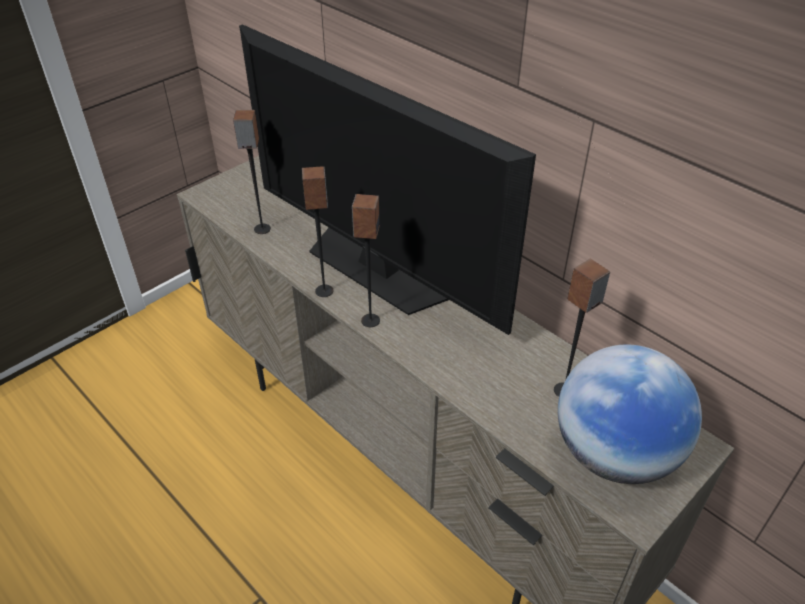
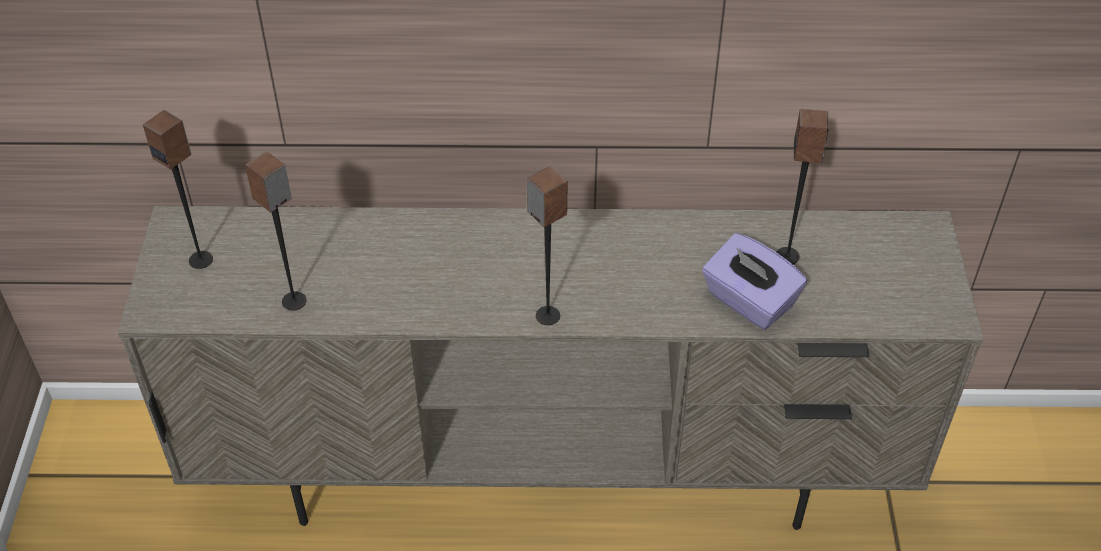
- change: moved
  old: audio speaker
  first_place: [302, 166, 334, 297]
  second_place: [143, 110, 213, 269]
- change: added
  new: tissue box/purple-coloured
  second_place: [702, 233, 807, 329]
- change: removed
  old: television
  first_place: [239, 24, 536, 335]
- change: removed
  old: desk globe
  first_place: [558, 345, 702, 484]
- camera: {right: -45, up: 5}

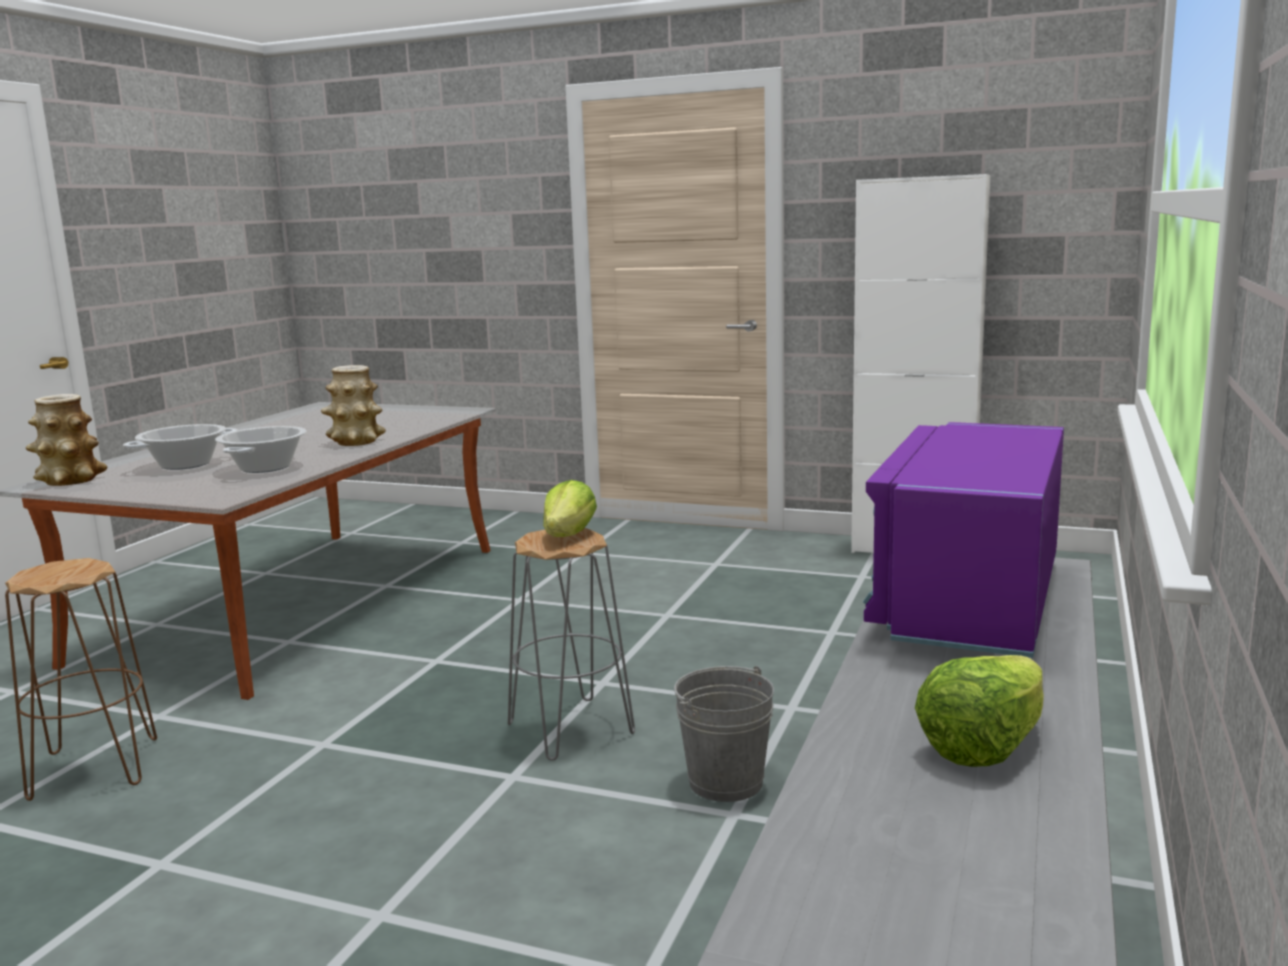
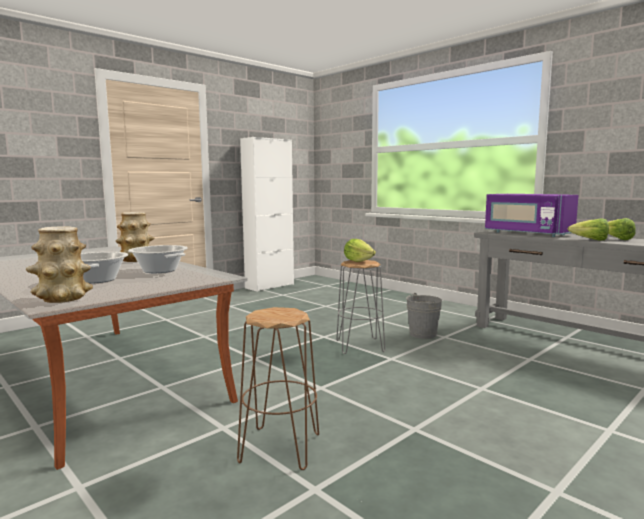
- change: added
  new: lettuce
  second_place: [568, 218, 609, 241]
- camera: {right: -65, up: -5}

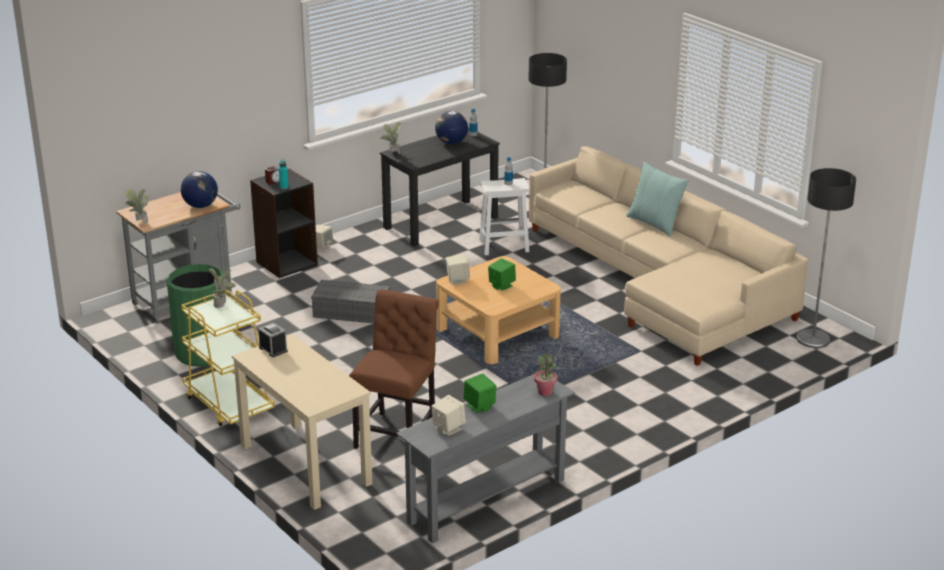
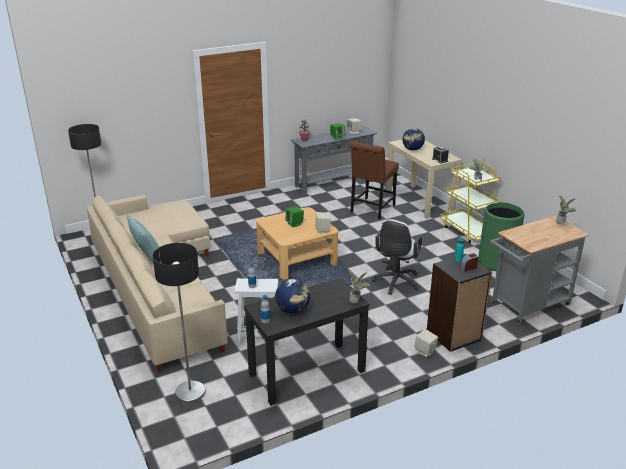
- change: replaced
  old: storage bin/greyish
  new: computer chair/whitish
  first_place: [311, 280, 390, 323]
  second_place: [371, 219, 422, 295]
- change: moved
  old: desk globe
  first_place: [181, 171, 218, 208]
  second_place: [402, 128, 425, 151]
- camera: {right: -170, up: 0}

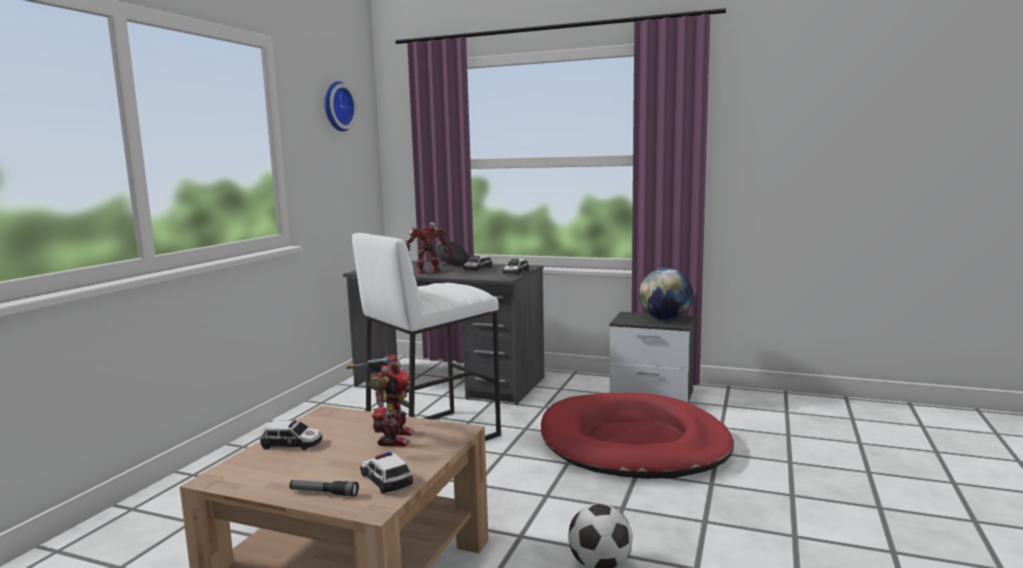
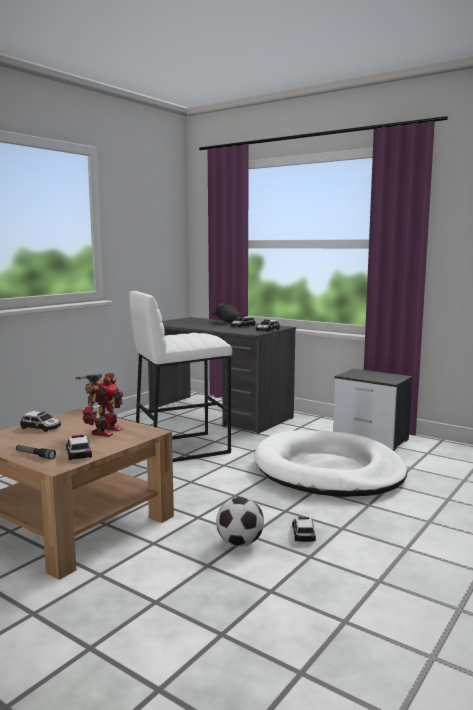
- change: recoloured
  old: dog cushion/red
  new: dog cushion/whitish
  first_place: [541, 393, 734, 479]
  second_place: [254, 430, 408, 497]
- change: added
  new: miniature car
  second_place: [292, 517, 316, 542]
- change: removed
  old: clock on the wall
  first_place: [324, 81, 357, 132]
- change: removed
  old: toy robot
  first_place: [405, 222, 453, 274]
- change: removed
  old: desk globe
  first_place: [639, 268, 693, 320]
- camera: {right: 15, up: 0}

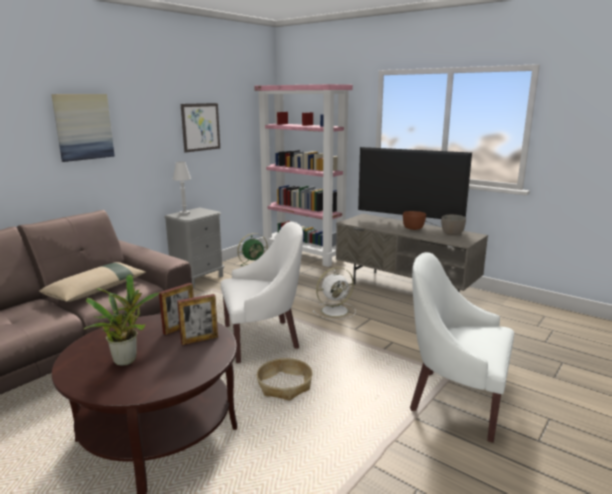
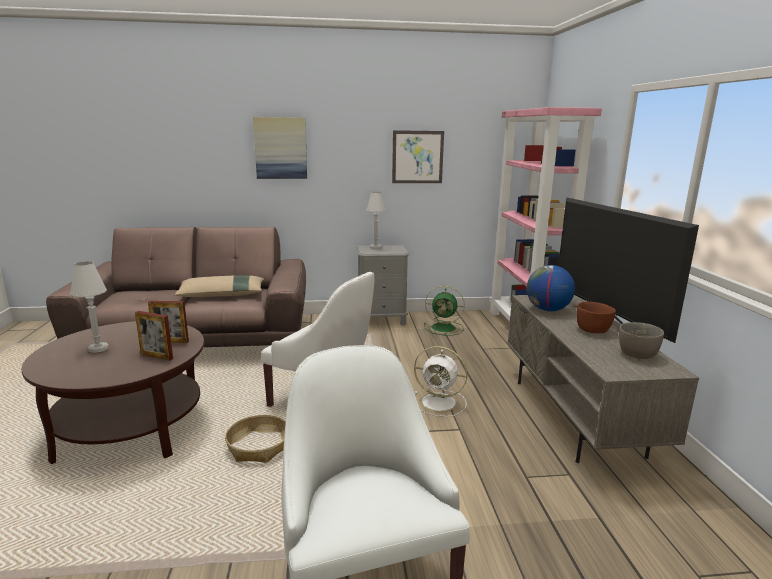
- change: replaced
  old: potted plant
  new: tabletop lamp/whitish
  first_place: [84, 274, 160, 366]
  second_place: [70, 261, 109, 353]
- change: added
  new: desk globe
  second_place: [526, 265, 575, 312]
- camera: {right: 45, up: 0}

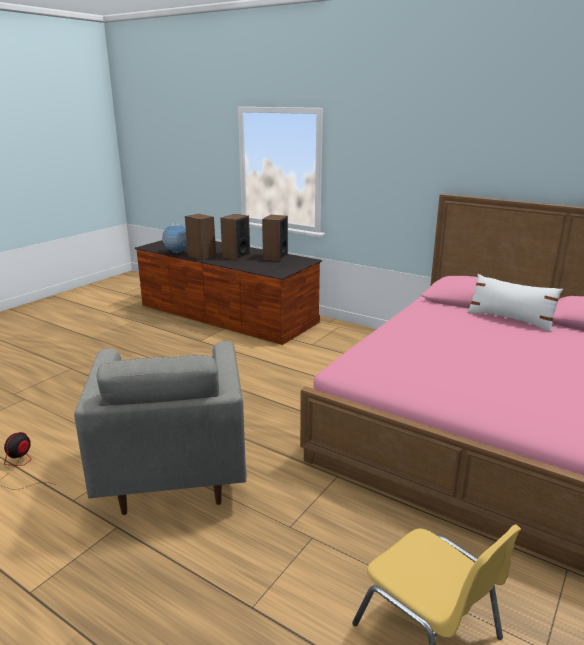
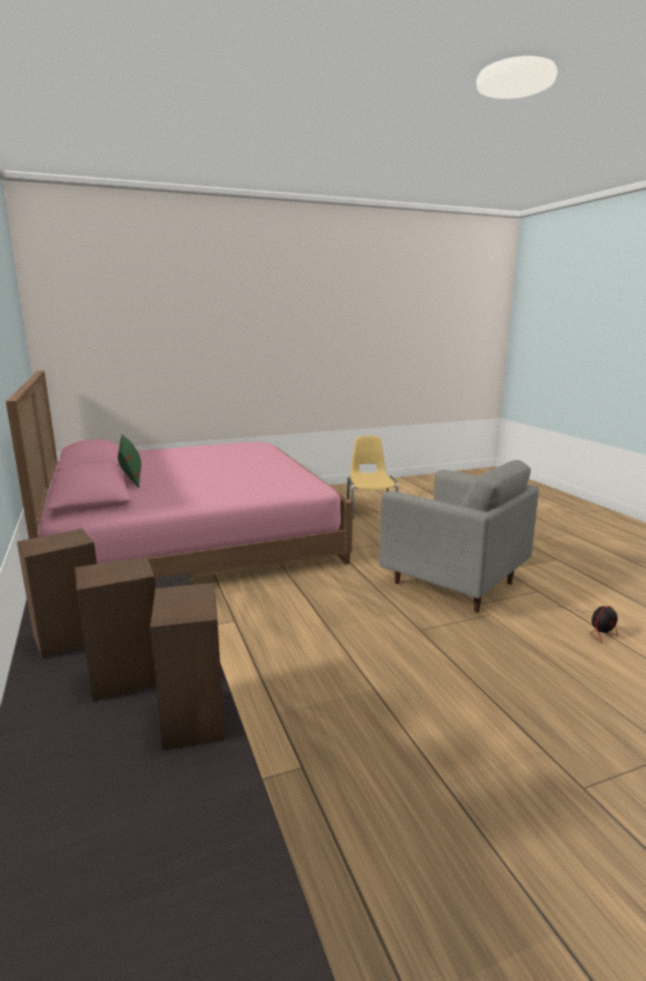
- change: recoloured
  old: cushion/whitish
  new: cushion/greenish
  first_place: [467, 274, 563, 332]
  second_place: [118, 434, 141, 488]
- change: turned
  old: easy chair/greyish
  first_place: [74, 341, 247, 515]
  second_place: [380, 460, 539, 612]
  degrees: 105
- change: removed
  old: desk globe
  first_place: [162, 223, 187, 253]
- camera: {right: -145, up: -5}

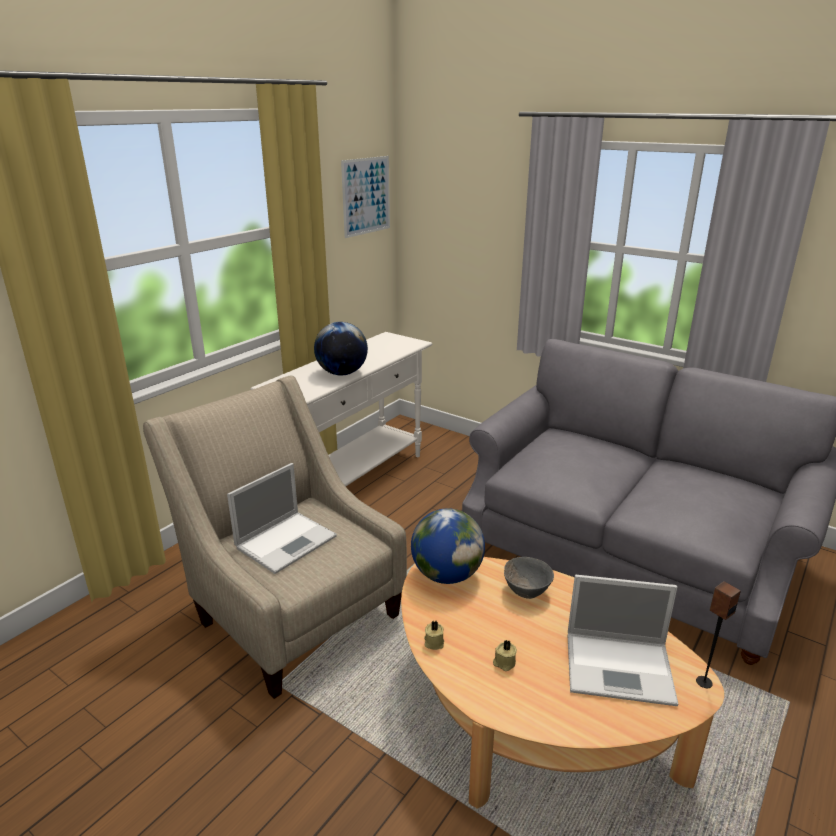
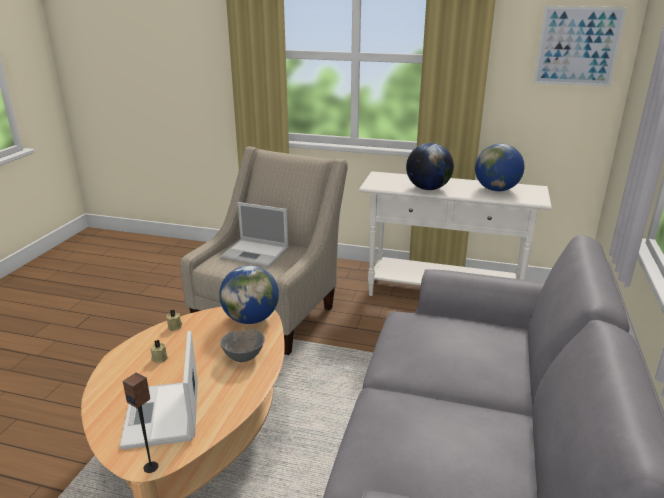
- change: added
  new: desk globe
  second_place: [475, 144, 524, 191]
- camera: {right: 70, up: 0}

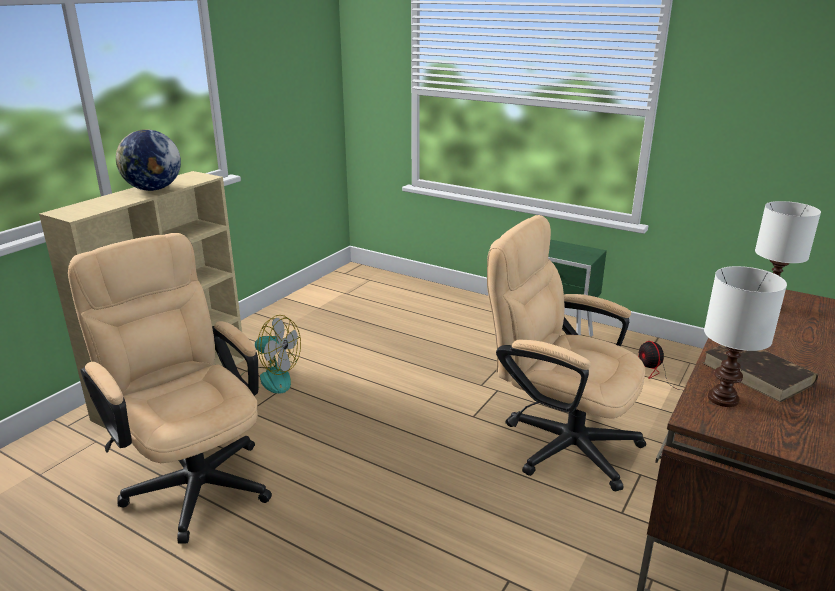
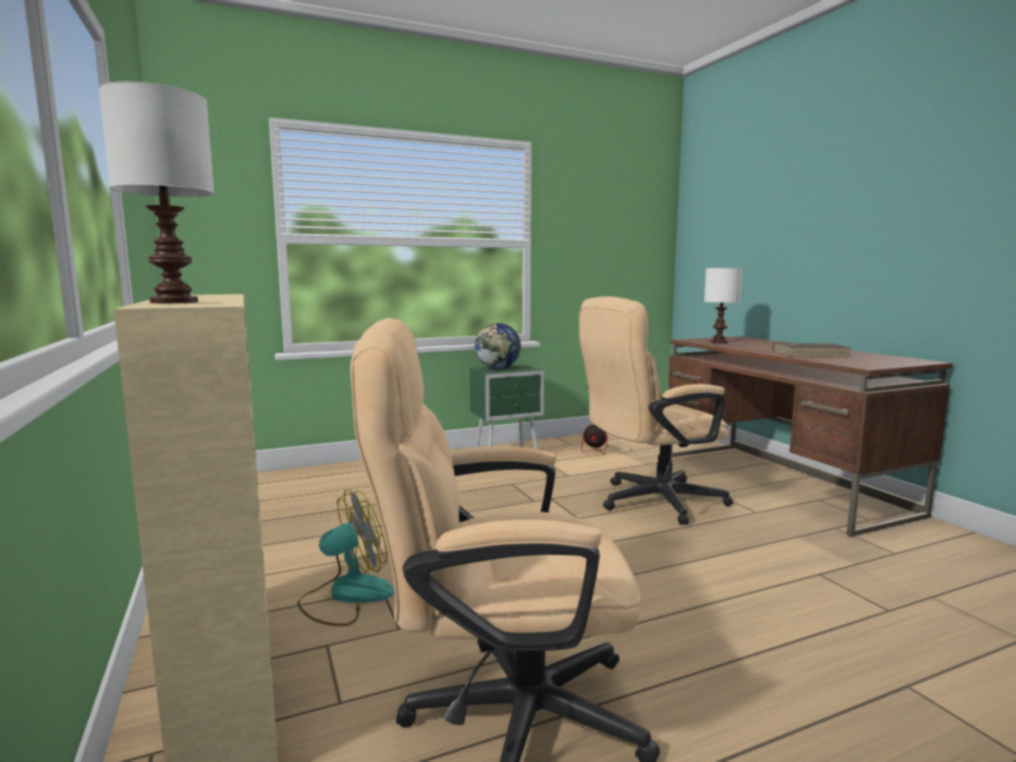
- change: moved
  old: tabletop lamp/whitish
  first_place: [704, 266, 787, 407]
  second_place: [99, 81, 214, 303]
- change: moved
  old: desk globe
  first_place: [116, 129, 181, 191]
  second_place: [475, 323, 521, 369]
- camera: {right: -55, up: -15}

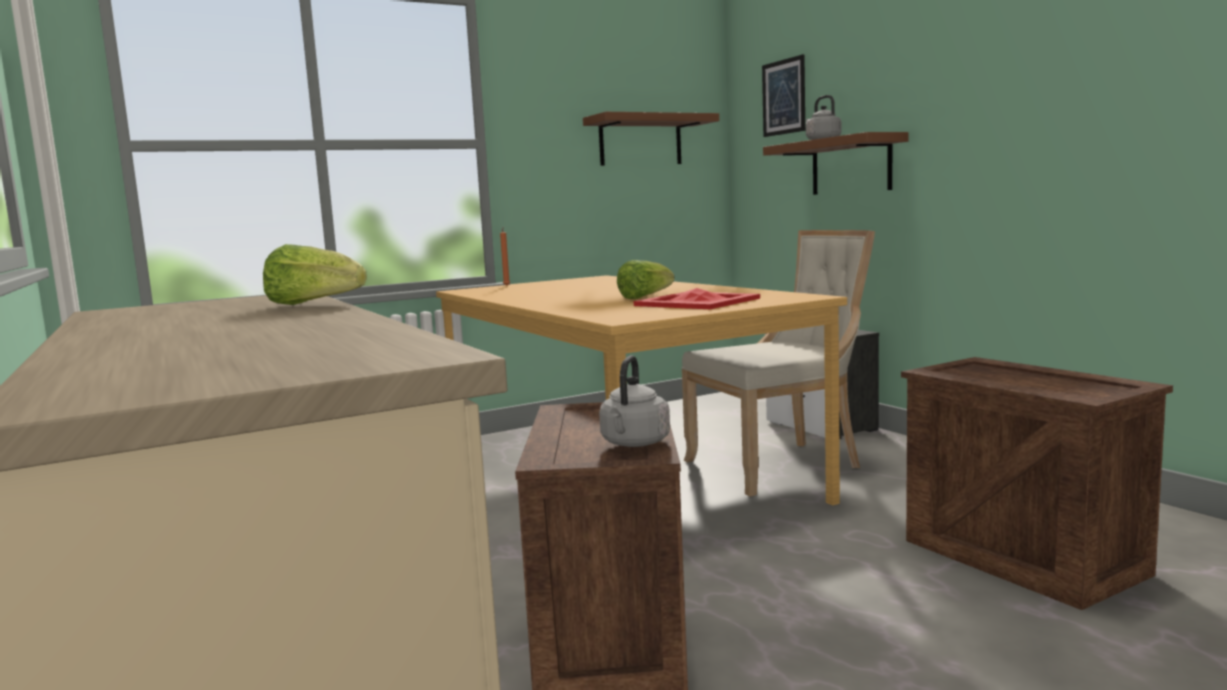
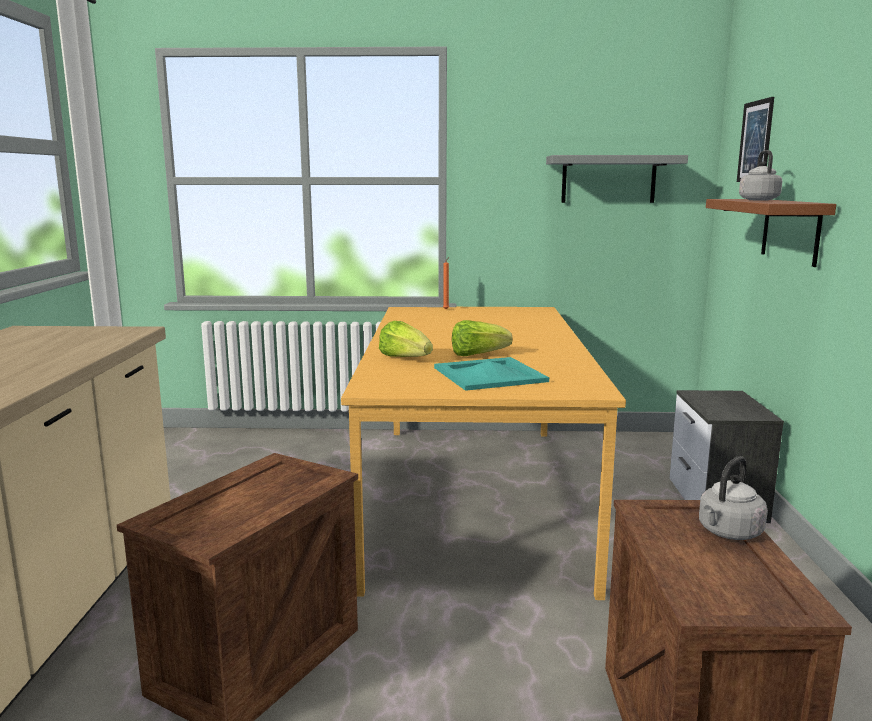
- change: moved
  old: lettuce
  first_place: [263, 244, 367, 305]
  second_place: [379, 321, 433, 357]
- change: recoloured
  old: tray/red
  new: tray/turquoise
  first_place: [634, 288, 760, 309]
  second_place: [434, 357, 549, 391]
- change: recoloured
  old: wall shelf/brown
  new: wall shelf/greyish
  first_place: [583, 112, 719, 166]
  second_place: [546, 155, 688, 203]
- change: moved
  old: tea kettle/greyish
  first_place: [599, 355, 670, 447]
  second_place: [699, 456, 768, 540]
- change: removed
  old: upright chair/beige-coloured
  first_place: [681, 230, 875, 496]
- camera: {right: 30, up: 5}

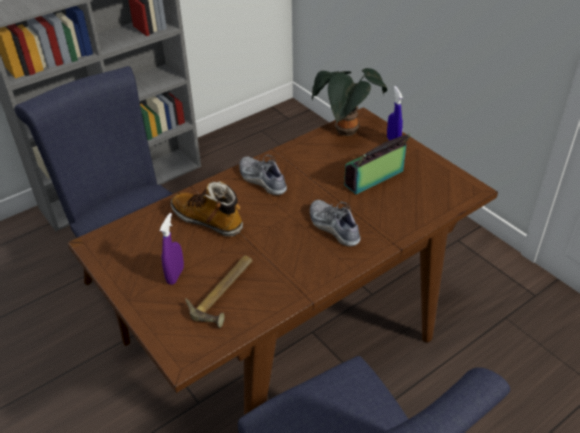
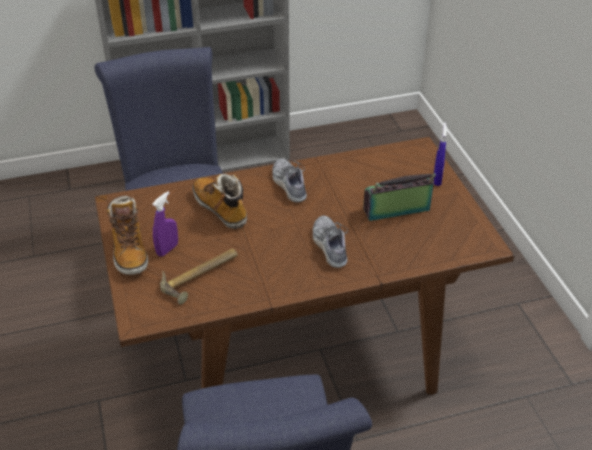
- change: added
  new: high-top boot
  second_place: [107, 196, 148, 275]
- change: removed
  old: potted plant
  first_place: [312, 68, 387, 136]
- camera: {right: 20, up: 0}

